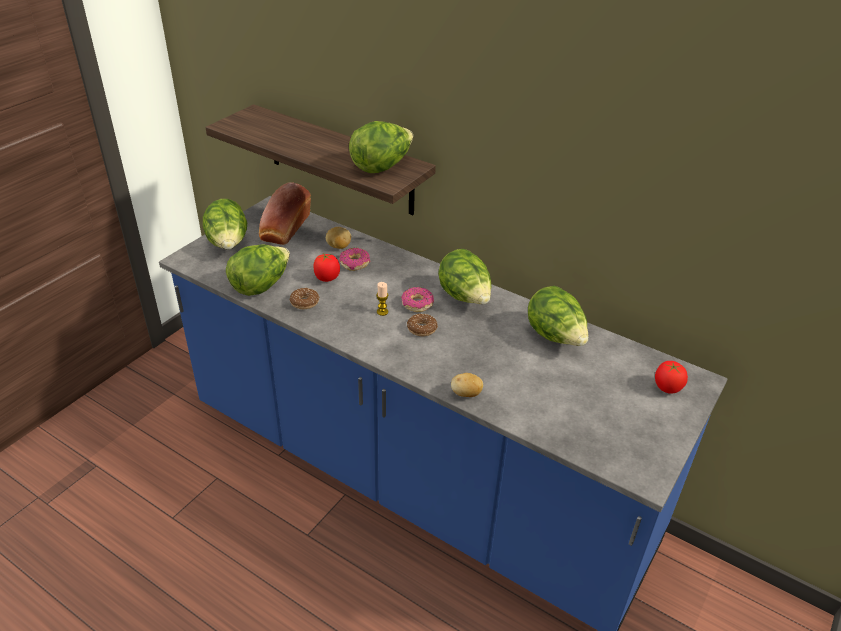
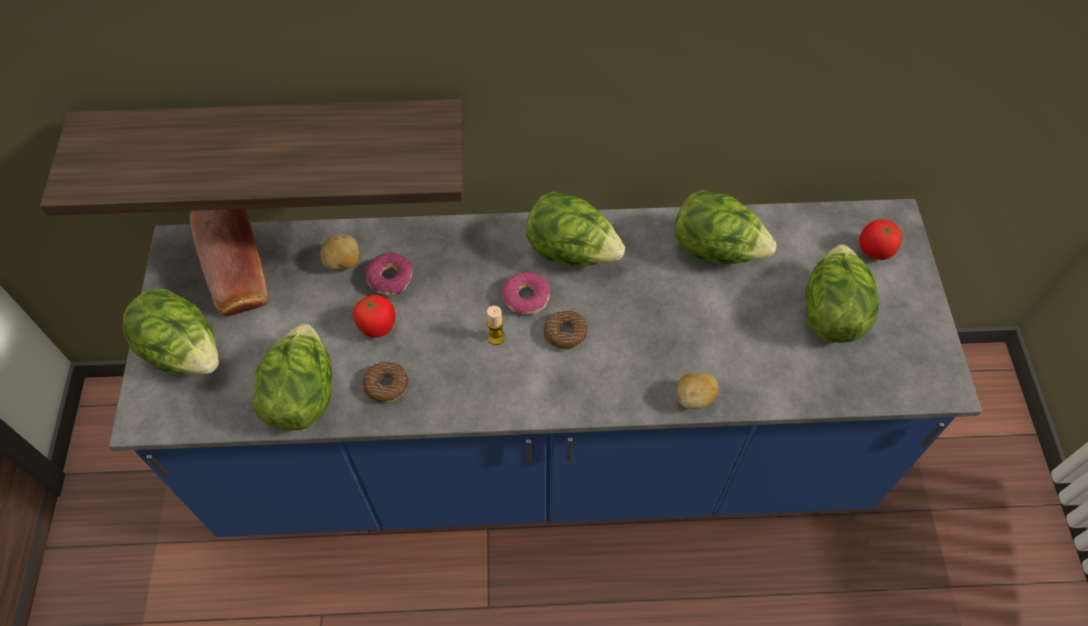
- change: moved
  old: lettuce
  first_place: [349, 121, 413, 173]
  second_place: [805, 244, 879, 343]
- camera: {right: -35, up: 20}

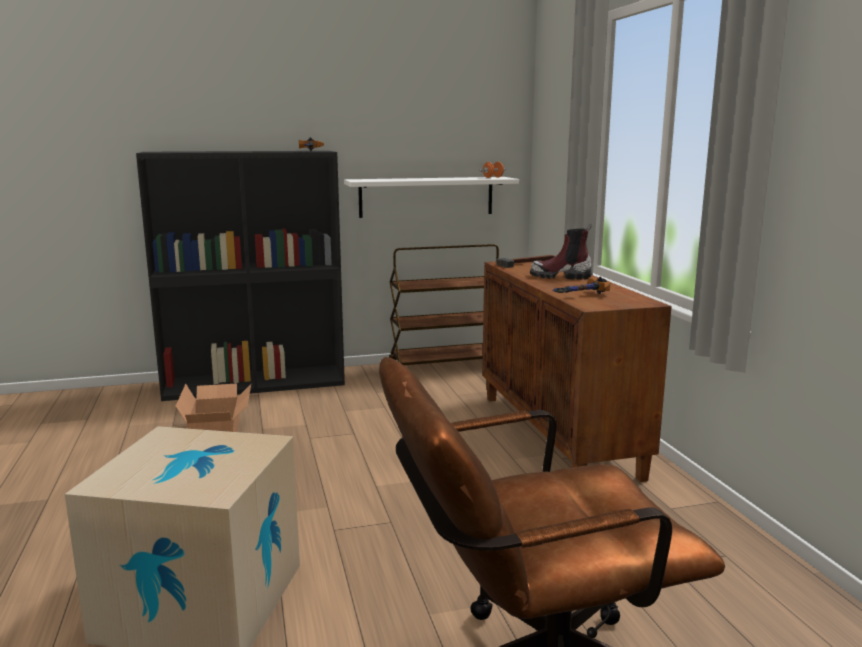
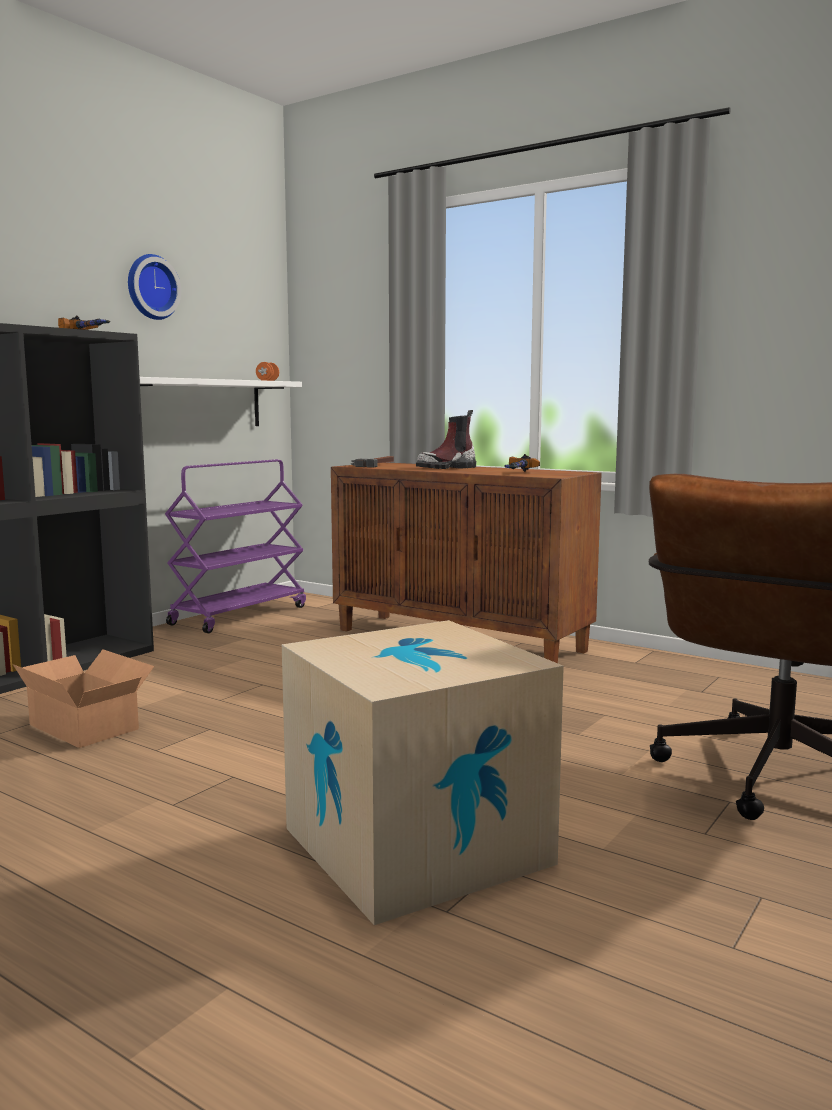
- change: added
  new: clock on the wall
  second_place: [128, 254, 181, 320]
- change: recoloured
  old: wheeled cart/brown
  new: wheeled cart/purple-coloured
  first_place: [389, 244, 499, 365]
  second_place: [165, 459, 306, 633]
- camera: {right: -40, up: -5}

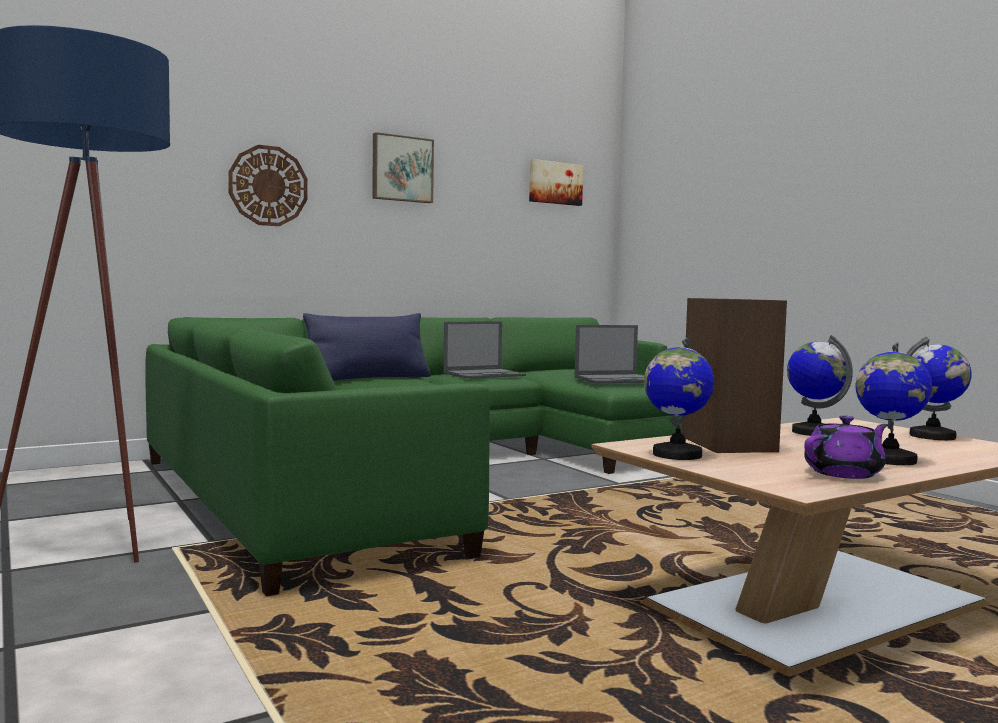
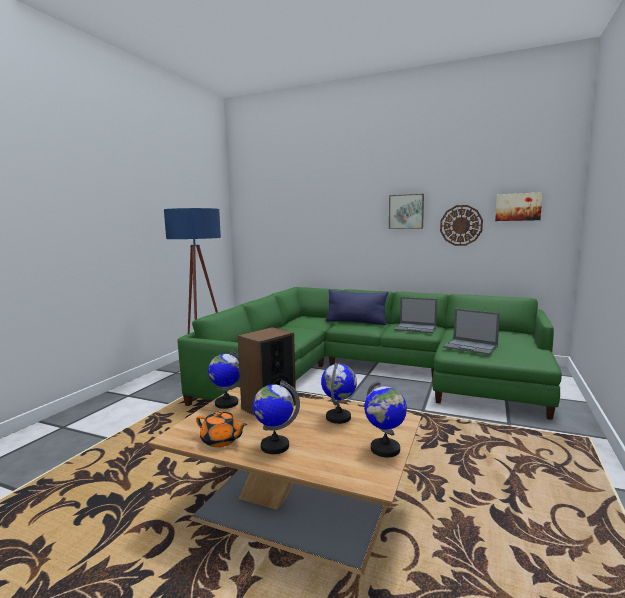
- change: recoloured
  old: tea pot/purple-coloured
  new: tea pot/orange-coloured
  first_place: [804, 415, 888, 479]
  second_place: [196, 411, 247, 447]
- change: moved
  old: clock on the wall
  first_place: [228, 145, 308, 226]
  second_place: [440, 205, 483, 246]
- camera: {right: 55, up: 5}

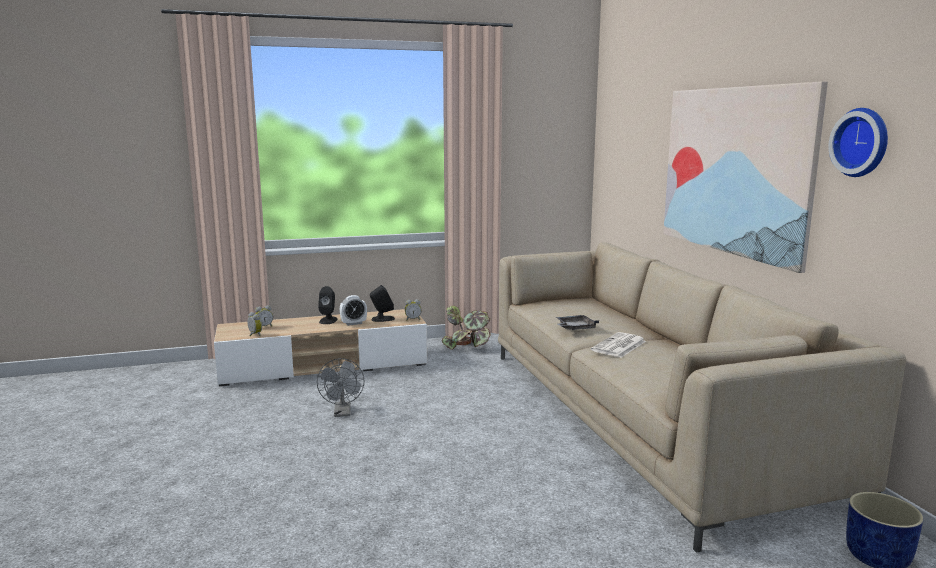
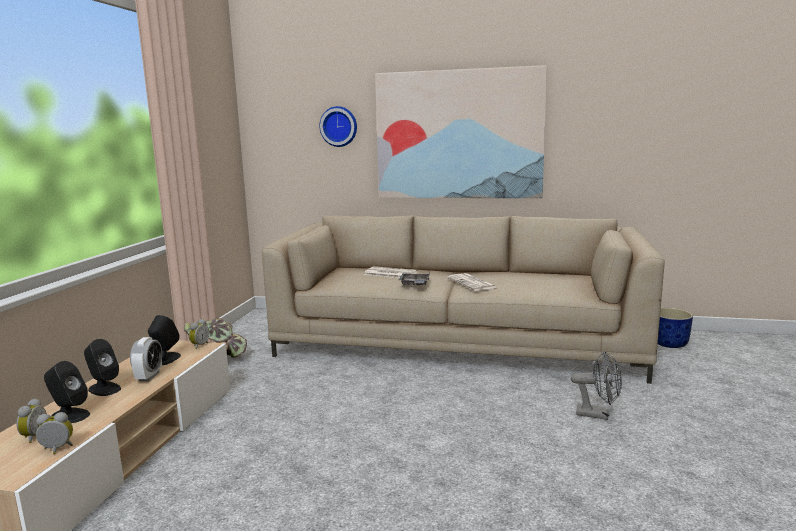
- change: added
  new: audio speaker/black
  second_place: [44, 361, 90, 423]
- change: moved
  old: clock on the wall
  first_place: [829, 108, 888, 177]
  second_place: [319, 106, 357, 147]
- change: added
  new: newspaper
  second_place: [364, 266, 418, 278]
- change: moved
  old: fan/greyish
  first_place: [317, 358, 364, 417]
  second_place: [571, 351, 622, 420]
- camera: {right: -60, up: 0}

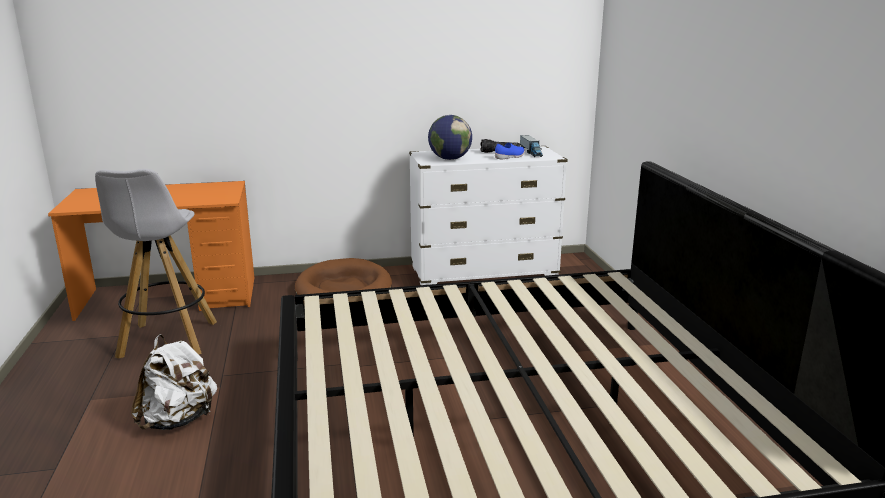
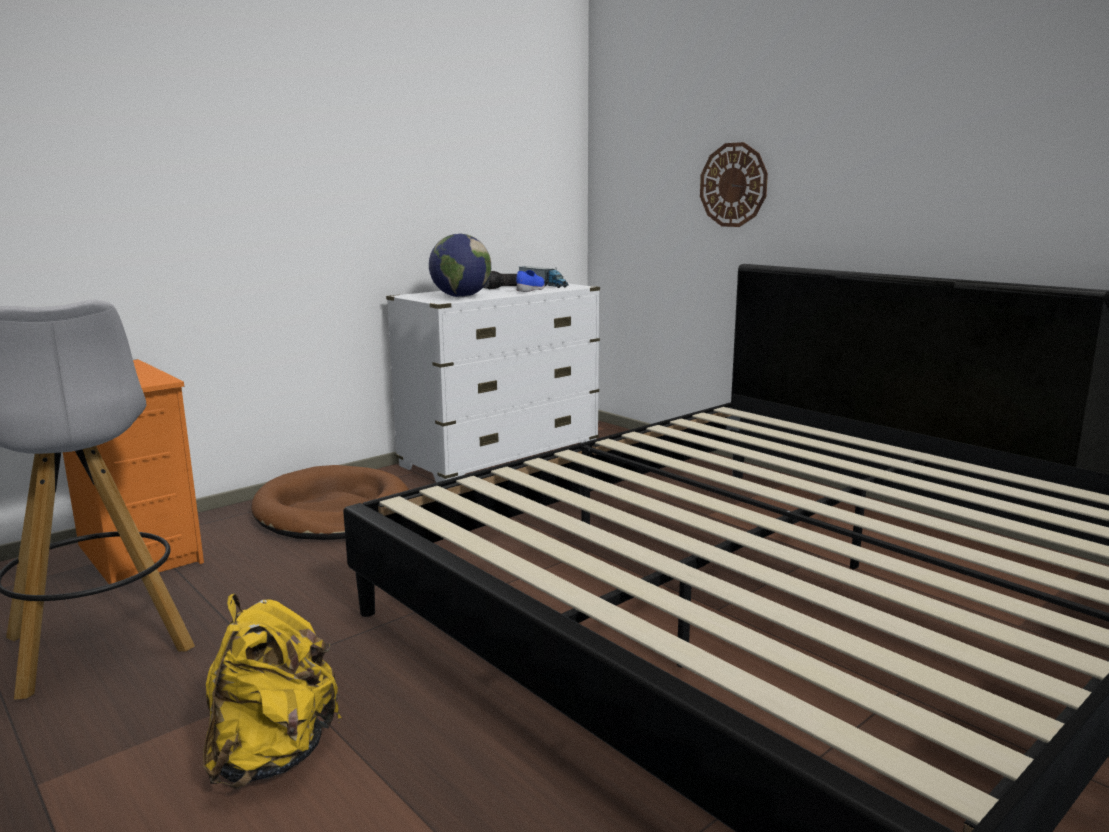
- change: recoloured
  old: rucksack/whitish
  new: rucksack/yellowish
  first_place: [131, 334, 217, 430]
  second_place: [203, 594, 342, 789]
- change: added
  new: clock on the wall
  second_place: [700, 142, 768, 227]
- camera: {right: -30, up: -5}

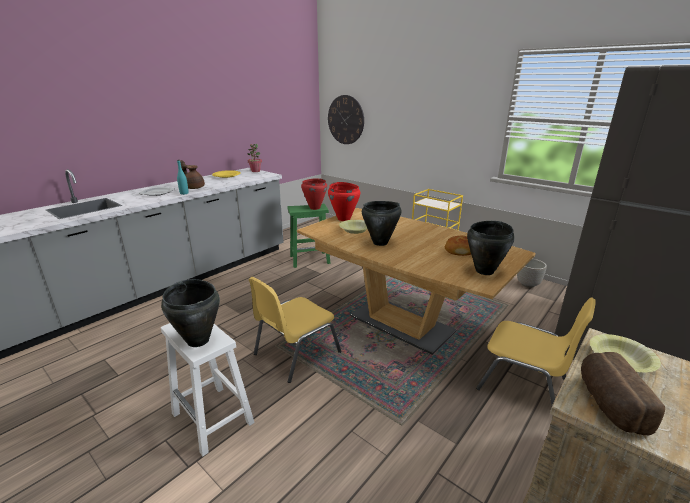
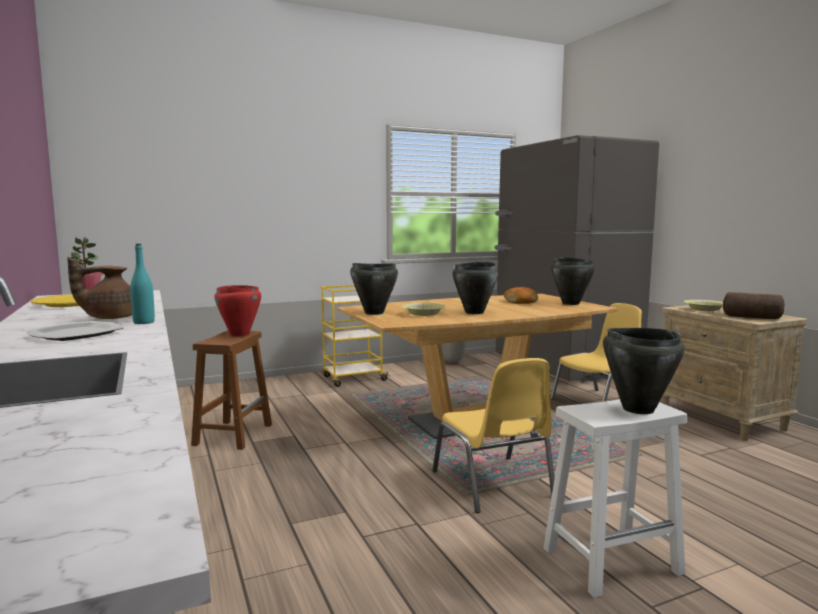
- change: recoloured
  old: stool seat/greenish
  new: stool seat/brown
  first_place: [288, 204, 331, 268]
  second_place: [191, 330, 272, 450]
- change: recoloured
  old: cooking pot/red
  new: cooking pot/black
  first_place: [328, 182, 360, 221]
  second_place: [350, 263, 398, 315]
- change: removed
  old: clock on the wall
  first_place: [328, 95, 364, 144]
- camera: {right: -65, up: -15}

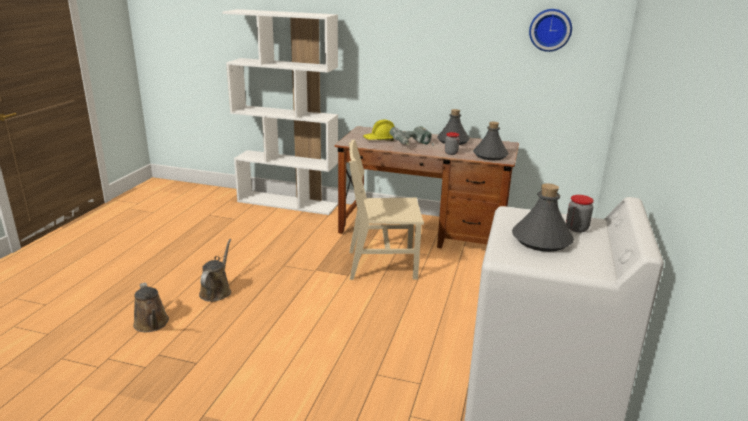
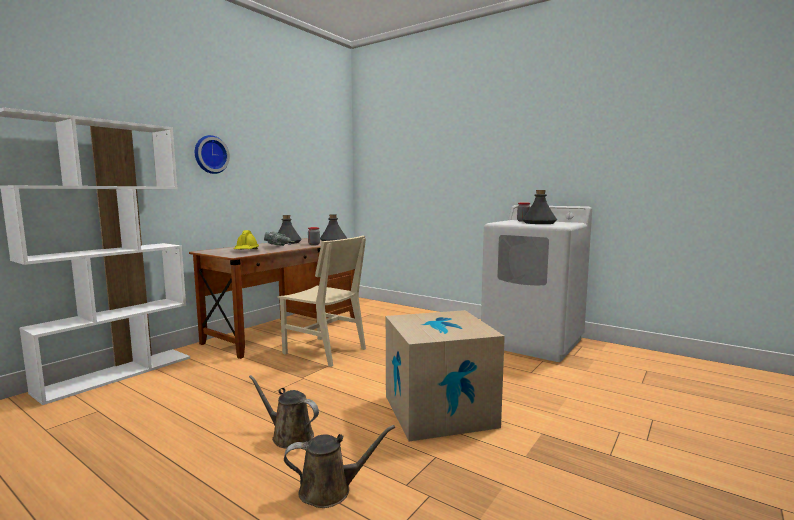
- change: moved
  old: clock on the wall
  first_place: [529, 9, 572, 52]
  second_place: [195, 135, 230, 174]
- change: turned
  old: upright chair/beige-coloured
  first_place: [349, 139, 424, 280]
  second_place: [278, 235, 366, 367]
  degrees: -75
- change: added
  new: packing box
  second_place: [386, 310, 505, 441]
- camera: {right: -70, up: -15}

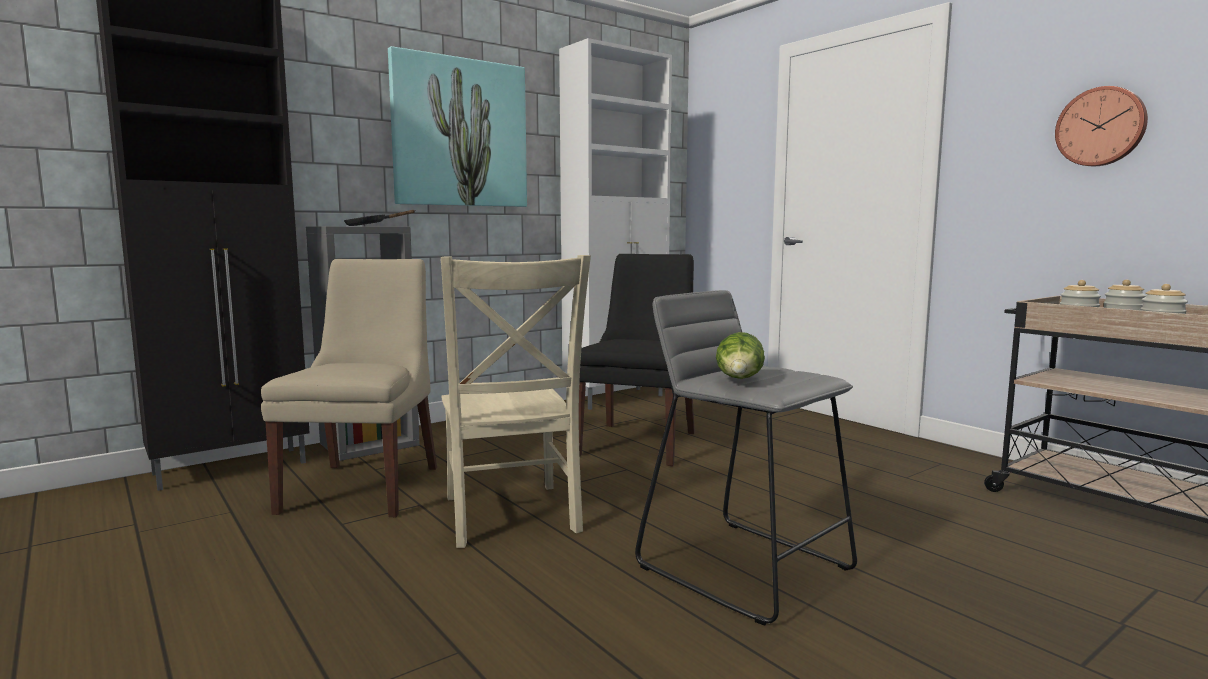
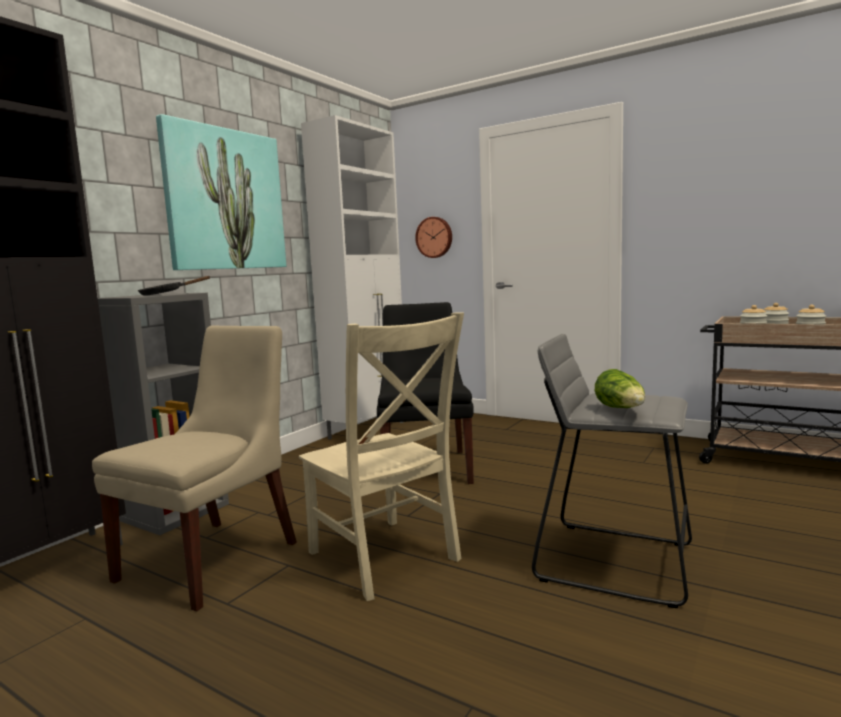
- change: turned
  old: upright chair/beige-coloured
  first_place: [261, 259, 437, 517]
  second_place: [92, 325, 297, 611]
  degrees: 45
- change: moved
  old: clock on the wall
  first_place: [1055, 86, 1148, 166]
  second_place: [415, 217, 452, 258]
- camera: {right: -20, up: 0}

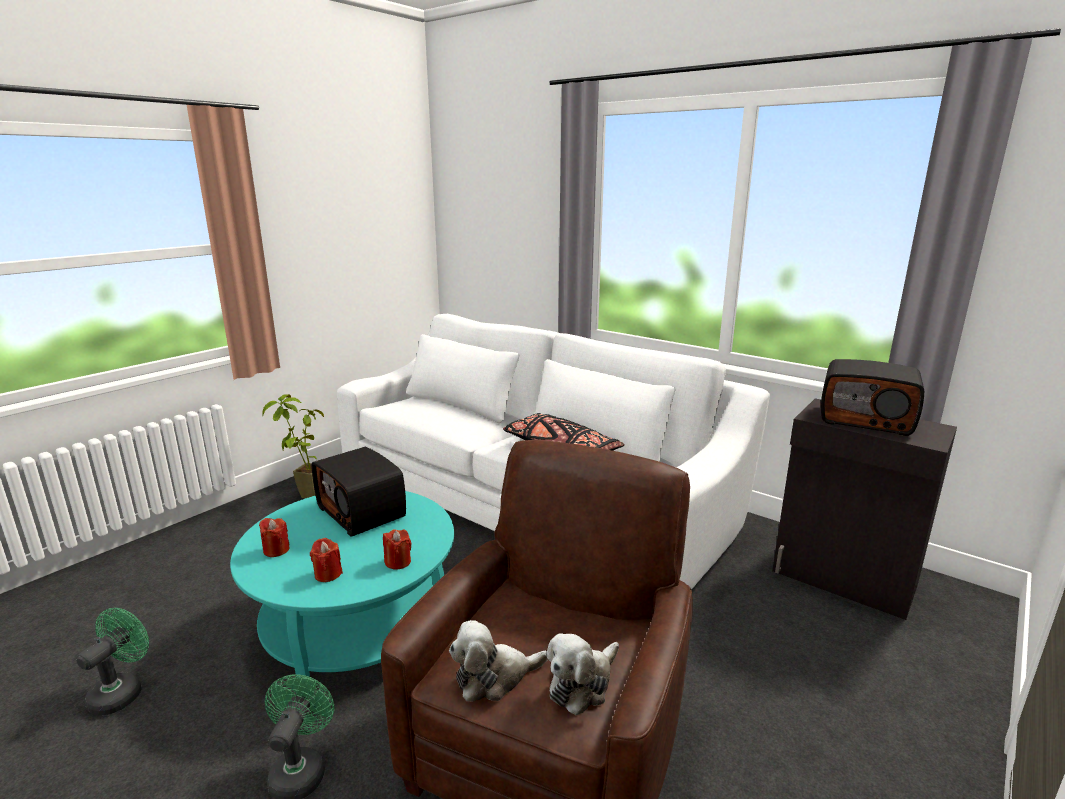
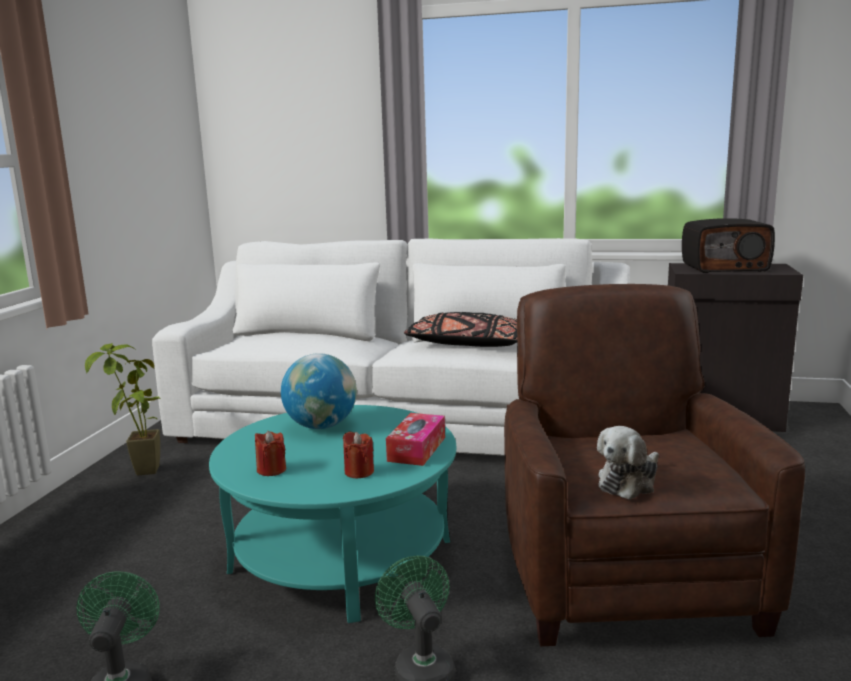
- change: replaced
  old: radio set
  new: desk globe
  first_place: [312, 447, 406, 537]
  second_place: [281, 353, 357, 429]
- change: replaced
  old: wax light/red
  new: tissue box
  first_place: [383, 529, 412, 569]
  second_place: [386, 413, 445, 466]
- change: removed
  old: cuddly toy
  first_place: [547, 633, 619, 715]
- camera: {right: -25, up: -5}

